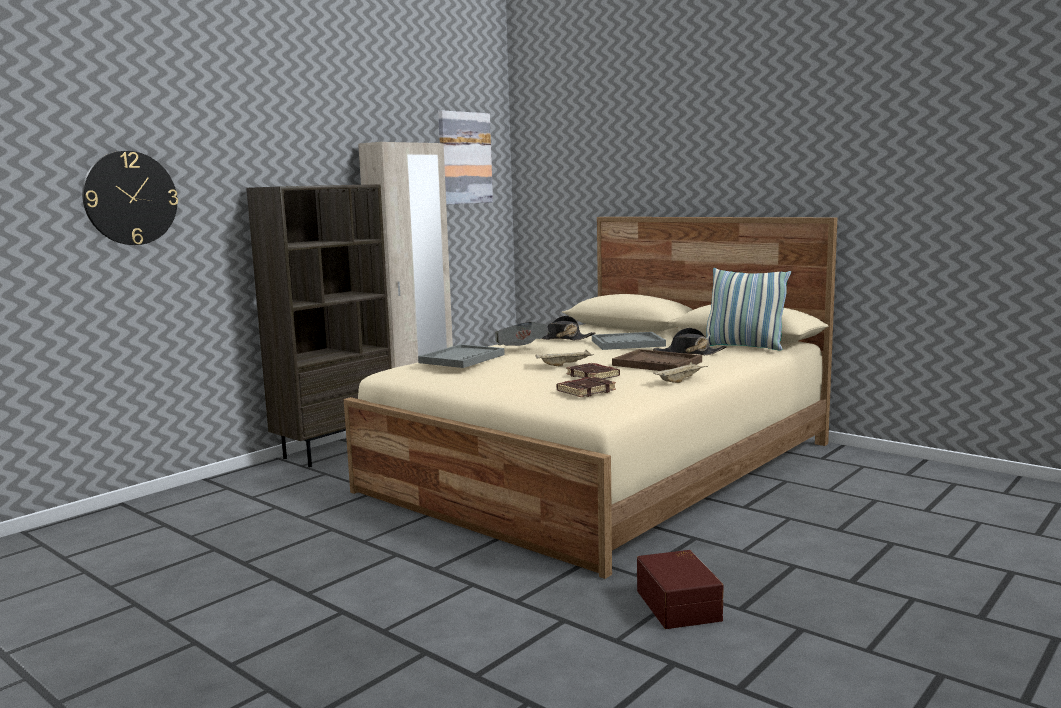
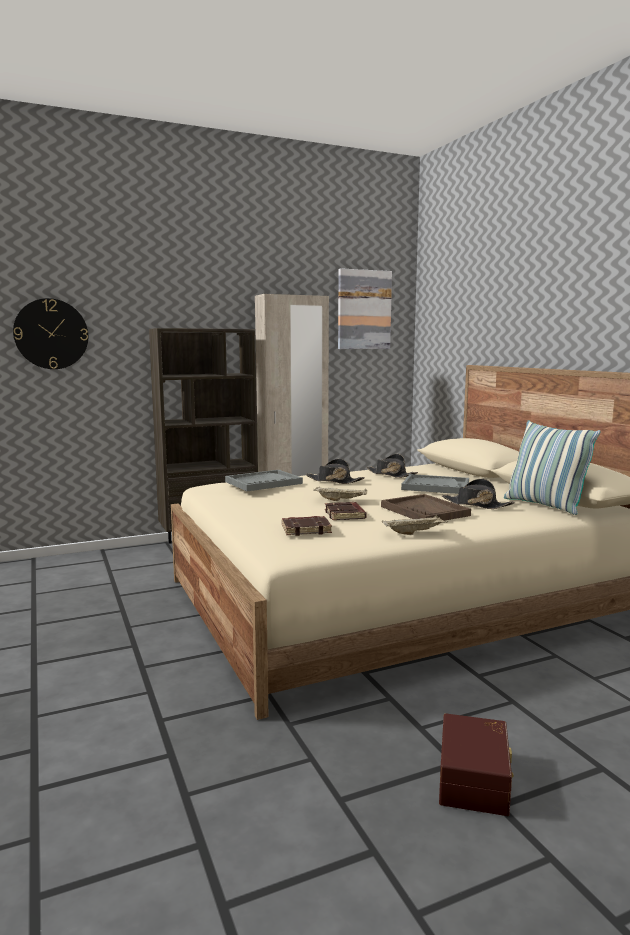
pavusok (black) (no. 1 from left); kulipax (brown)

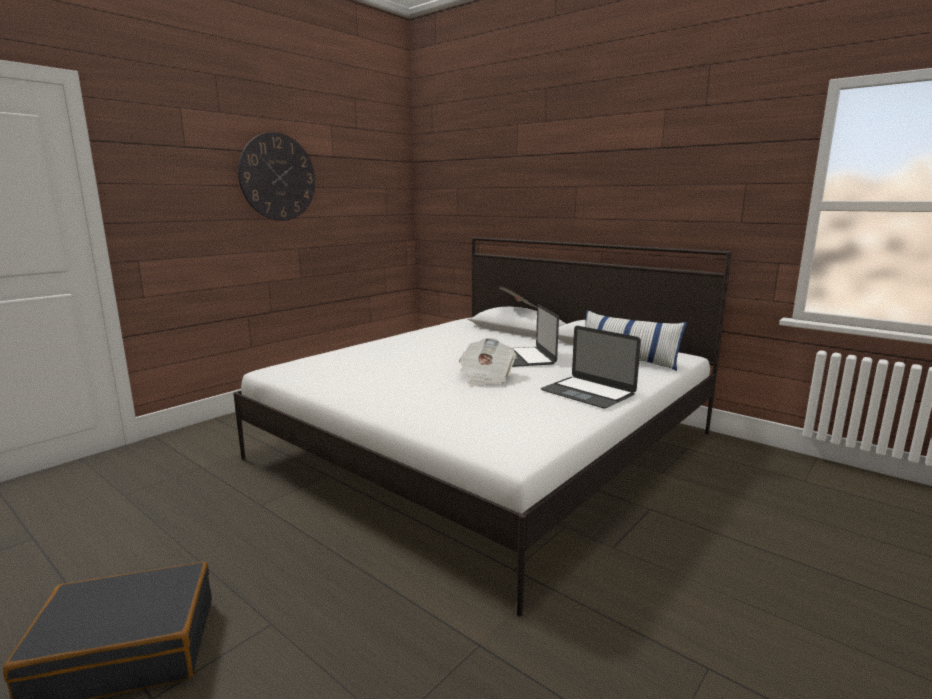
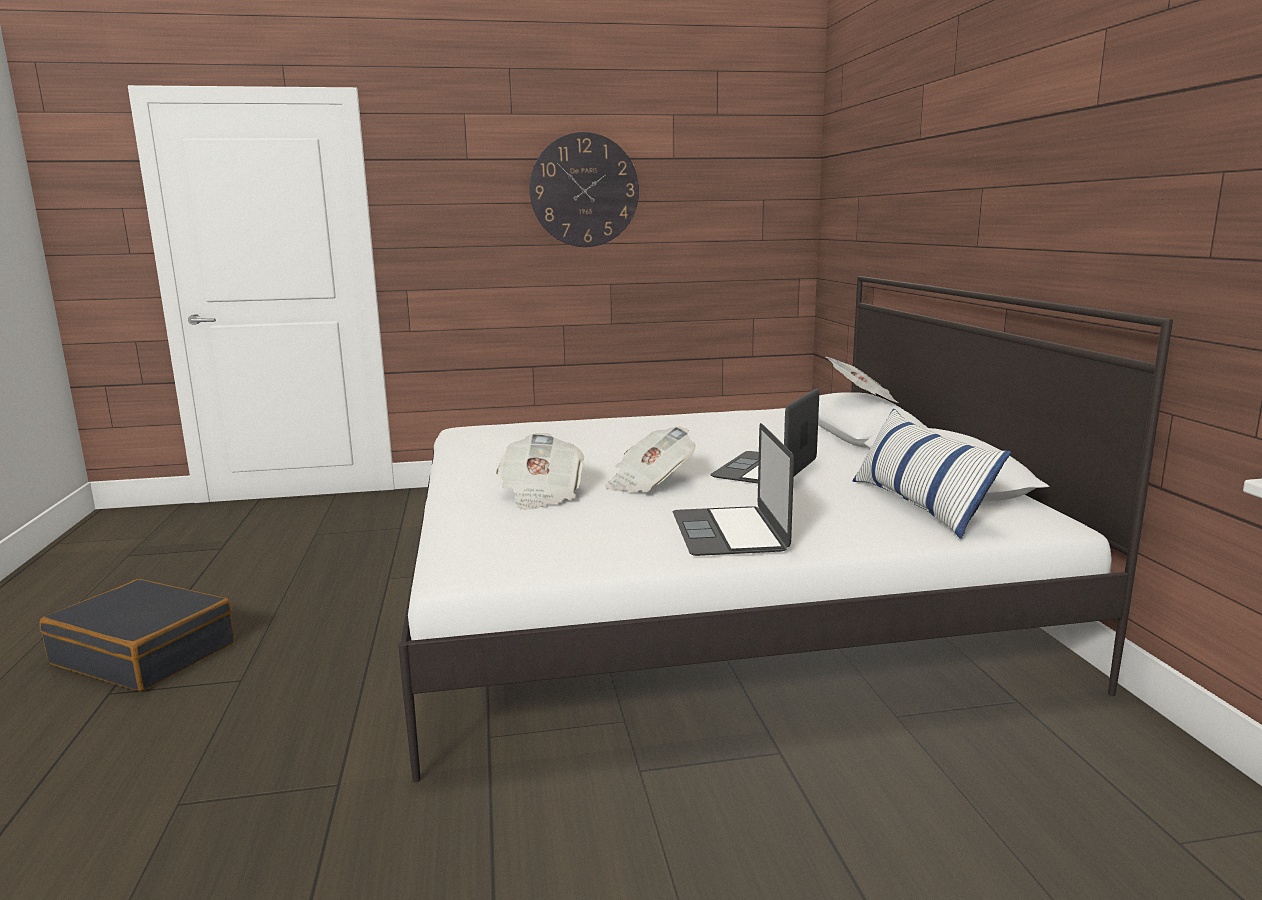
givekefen (no. 1 from left)

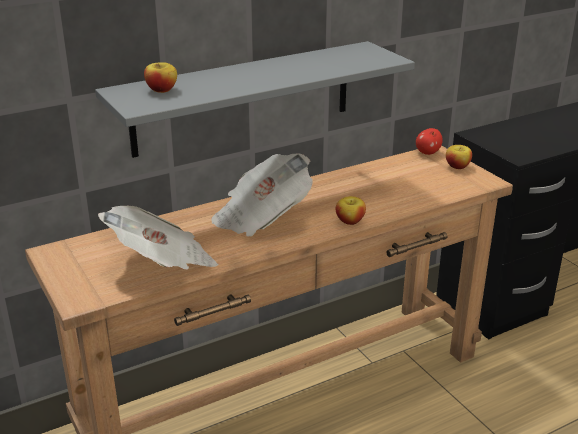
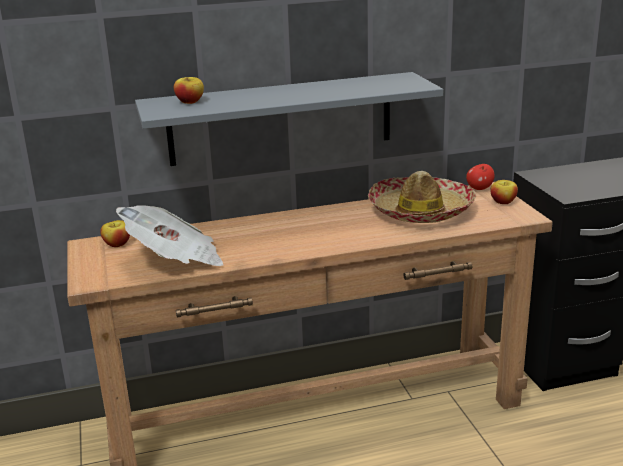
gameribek (no. 1 from left); pavusok; givekefen (no. 2 from left in the first image)

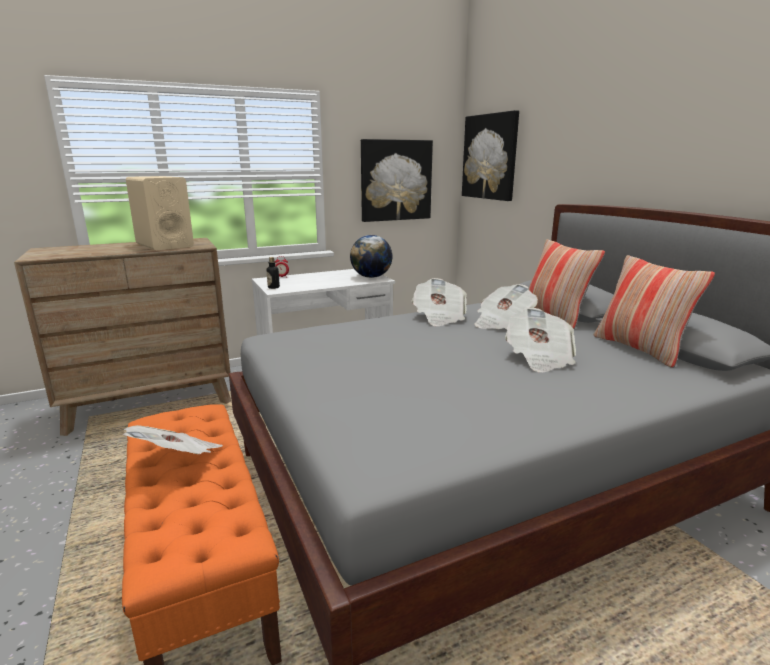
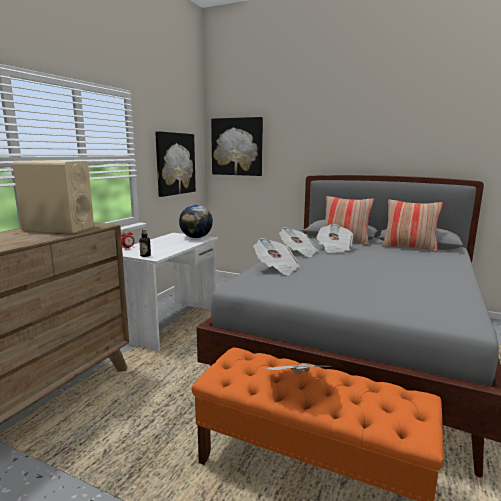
givekefen (no. 1 from left)

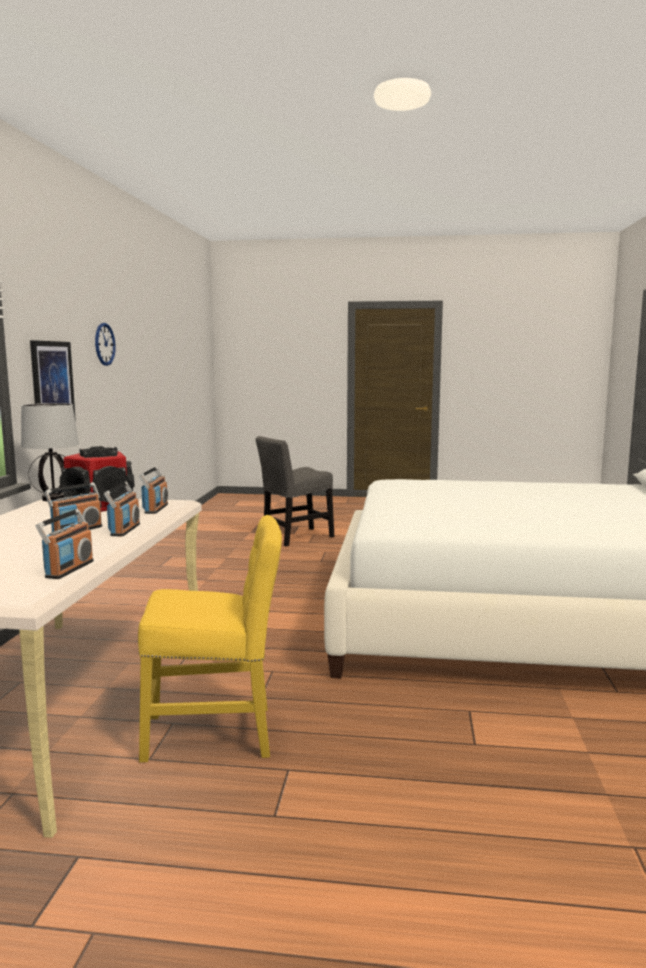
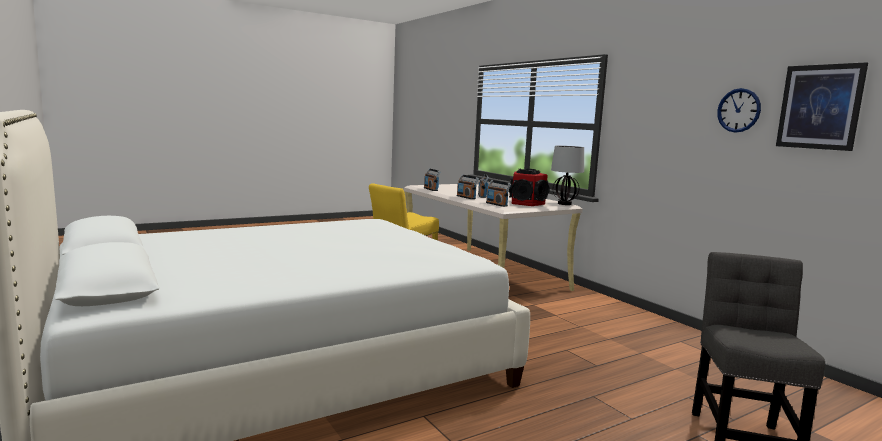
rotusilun

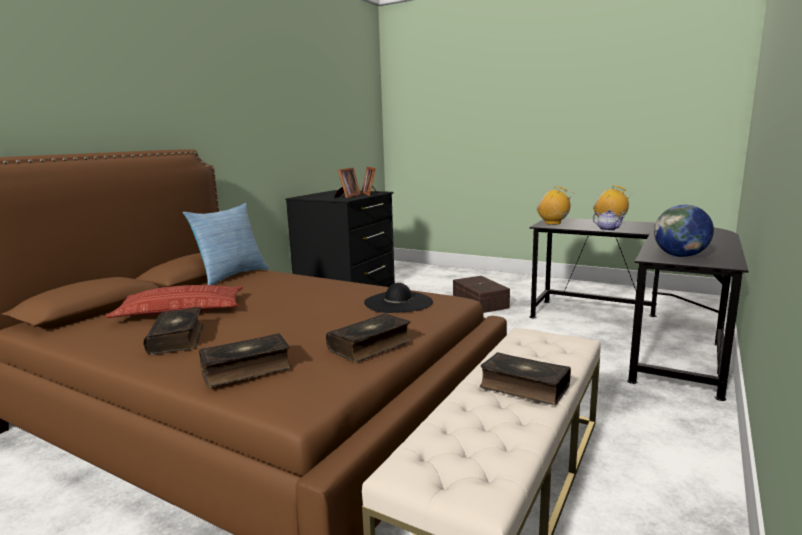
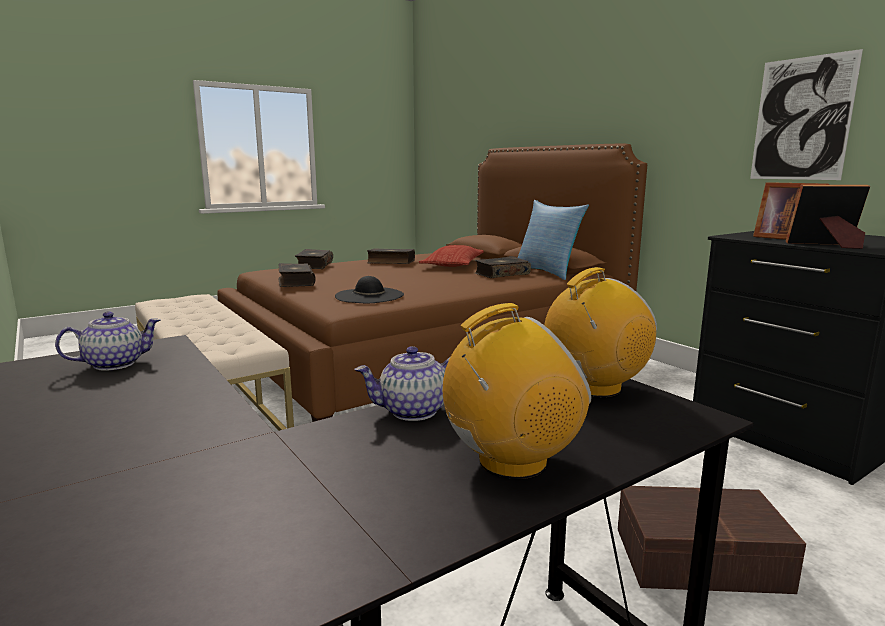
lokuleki (no. 1 from left); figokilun (no. 4 from left); rotusilun

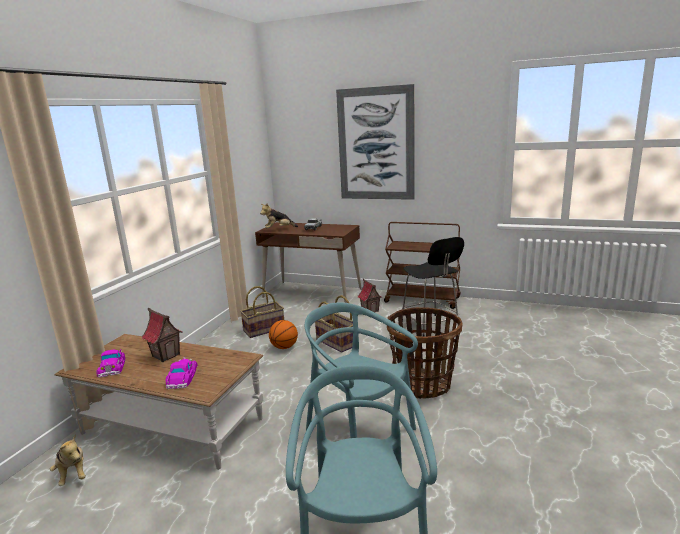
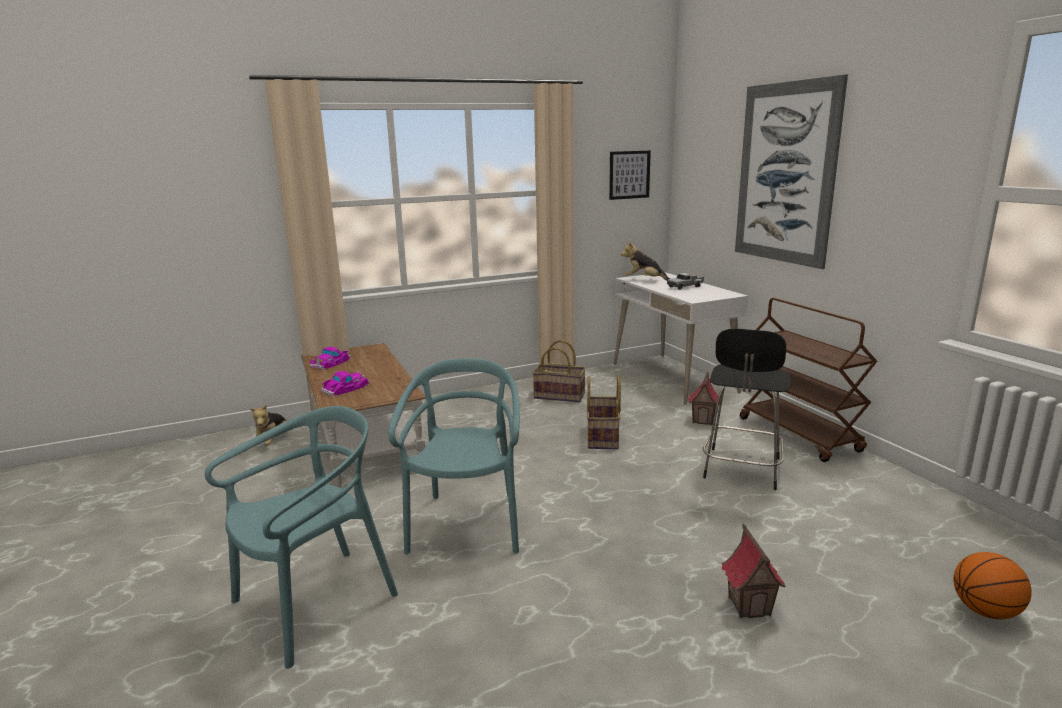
rotusilun (no. 1 from left); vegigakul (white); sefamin (no. 2 from left); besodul; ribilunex (no. 3 from left in the first image)

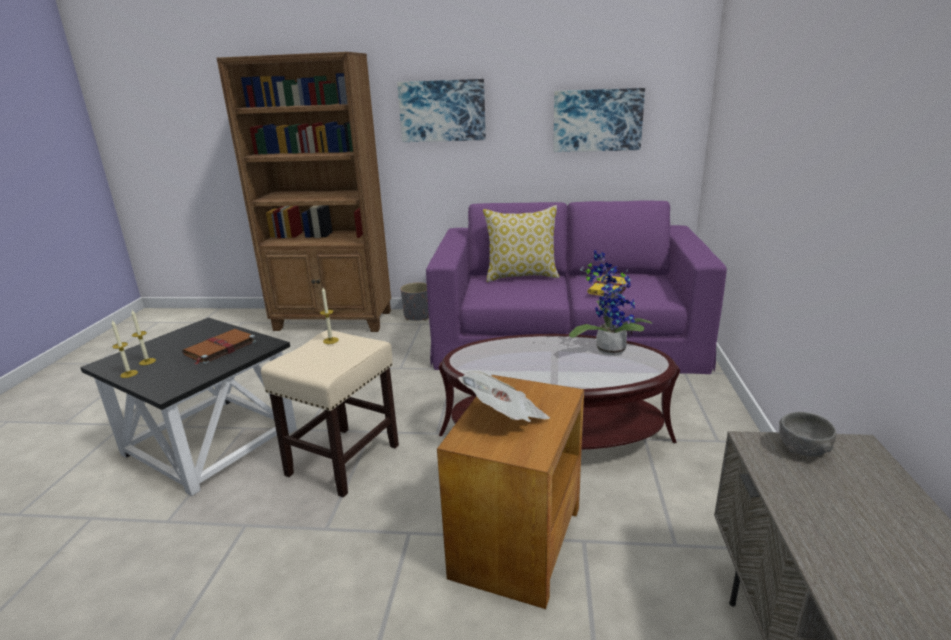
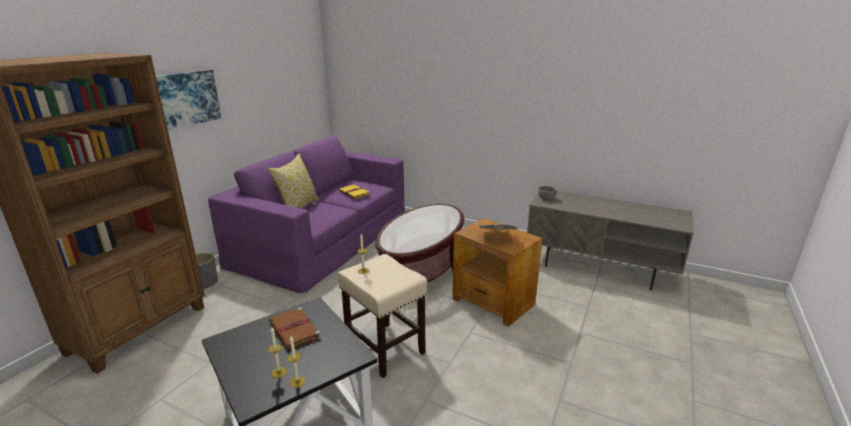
rotusilun (no. 2 from left in the first image); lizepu

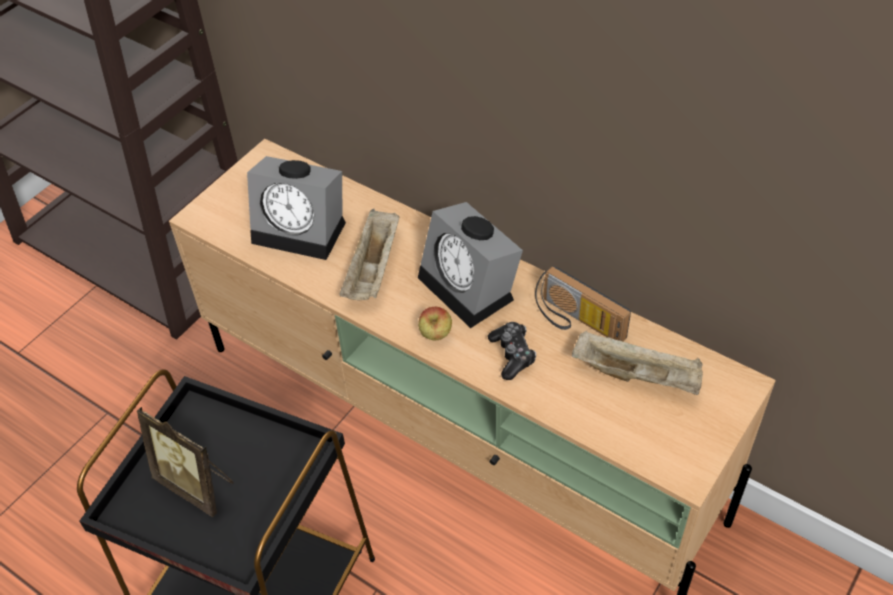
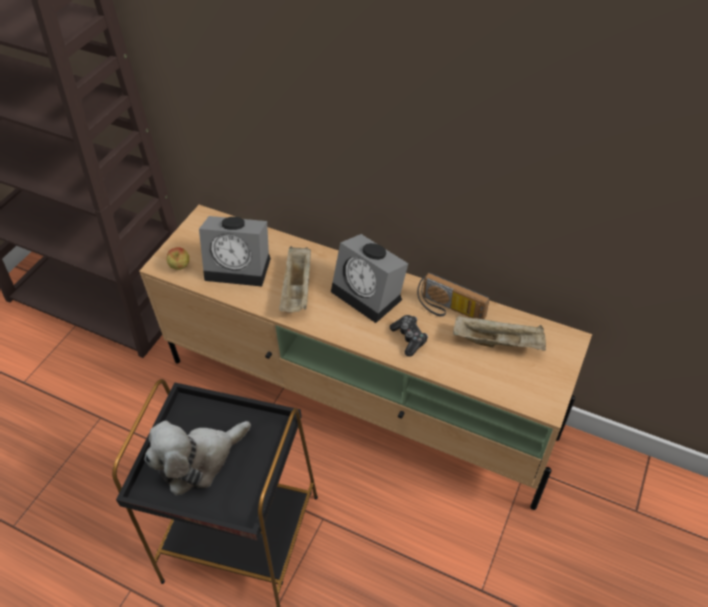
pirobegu; gameribek

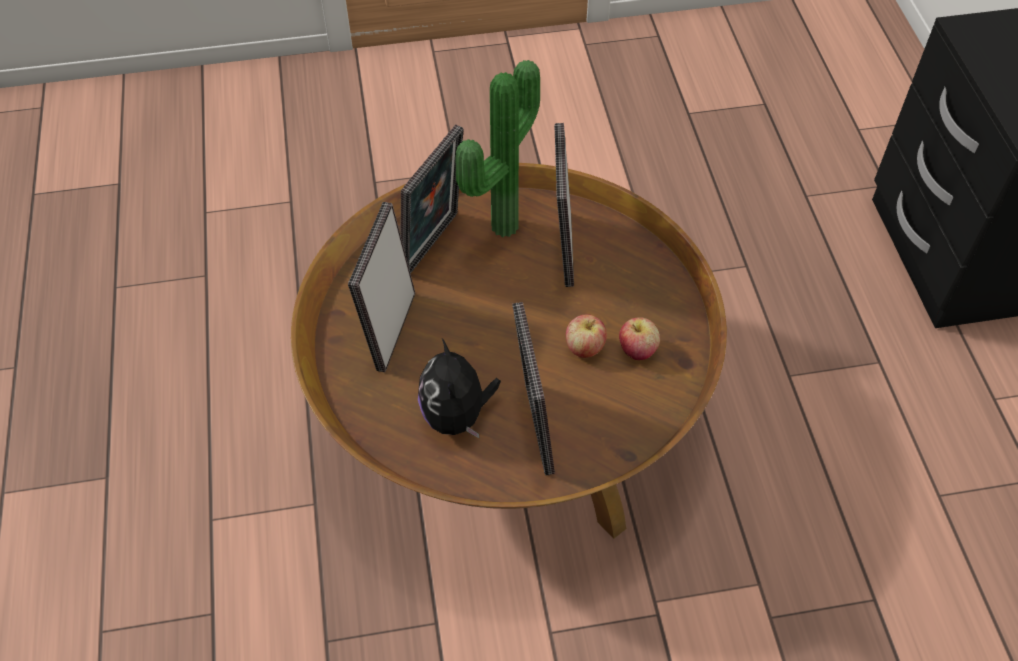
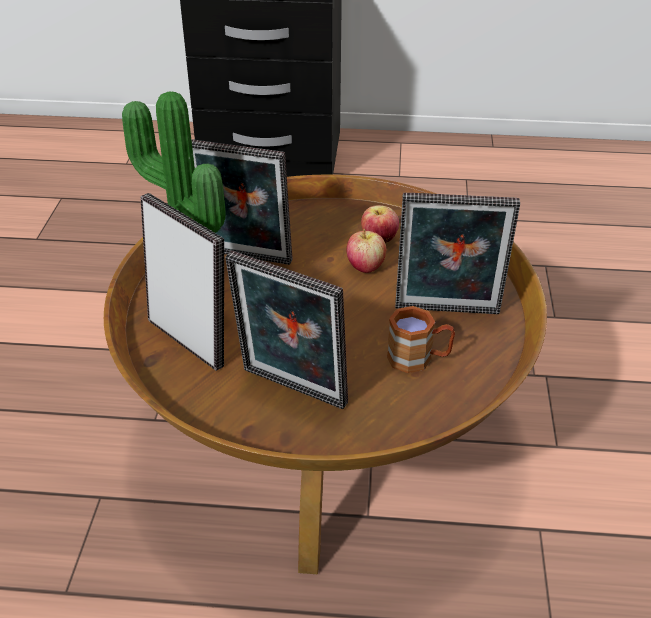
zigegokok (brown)

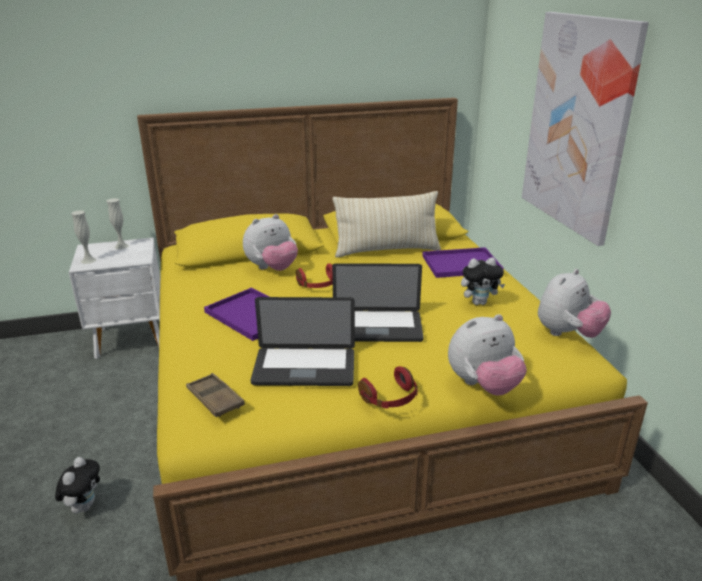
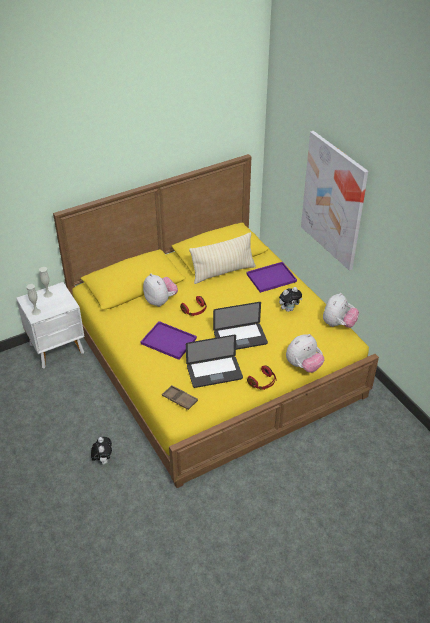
pirobegu (no. 2 from left)

